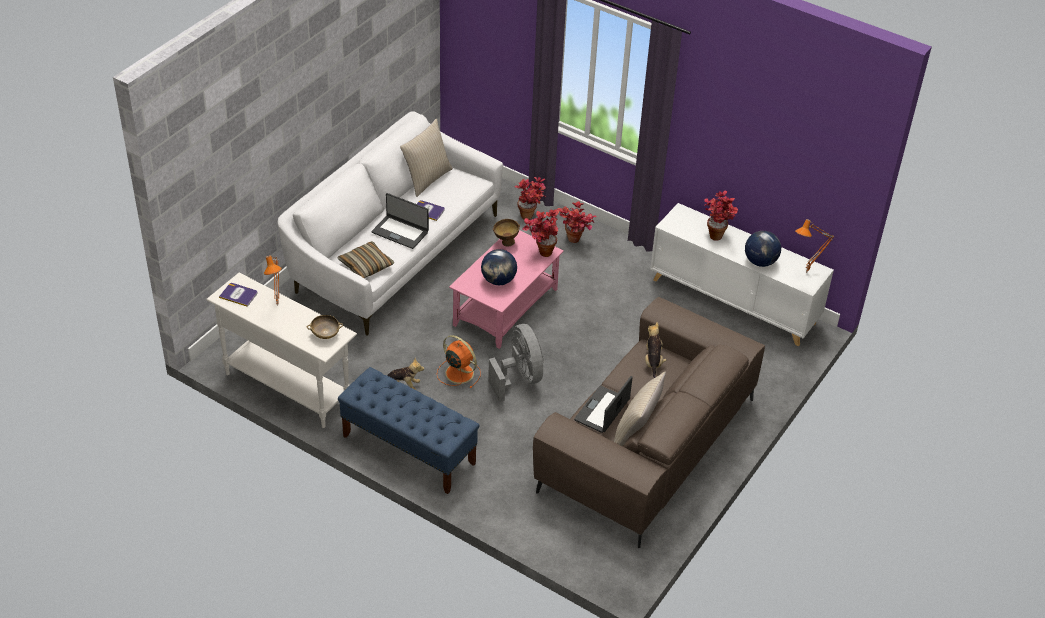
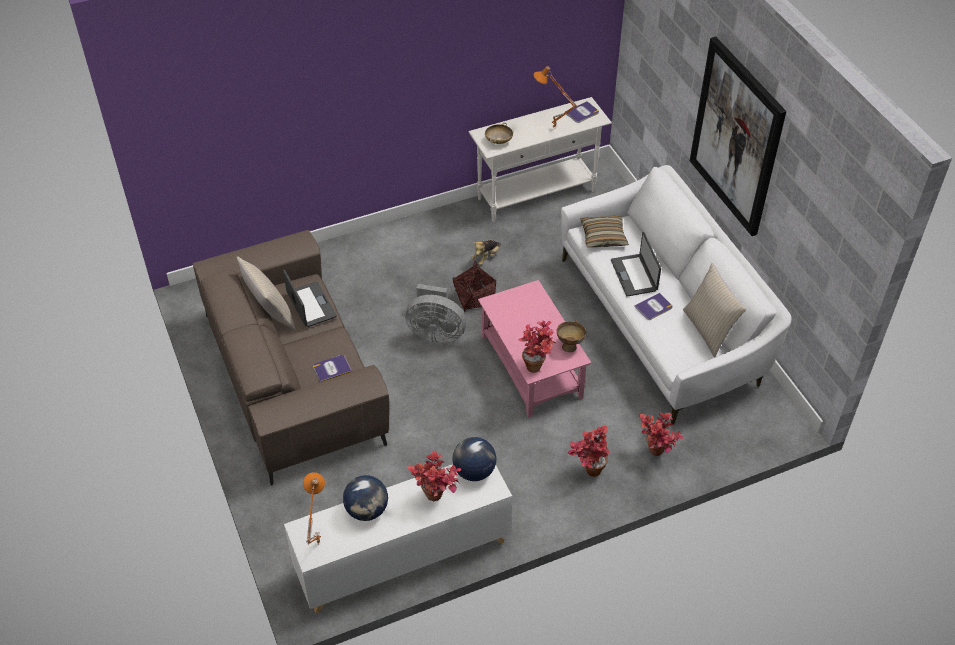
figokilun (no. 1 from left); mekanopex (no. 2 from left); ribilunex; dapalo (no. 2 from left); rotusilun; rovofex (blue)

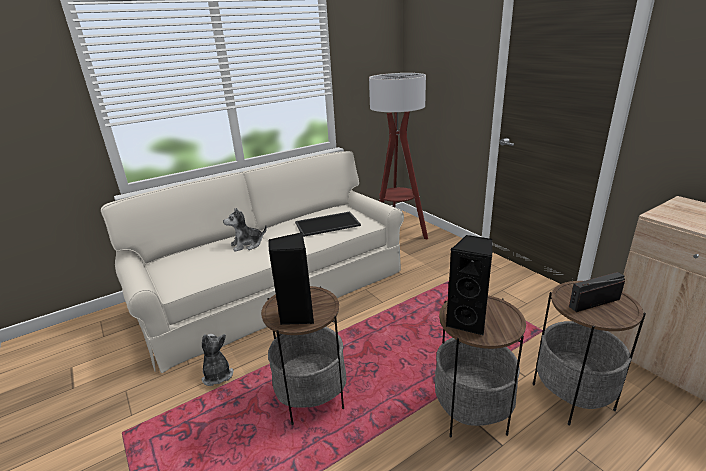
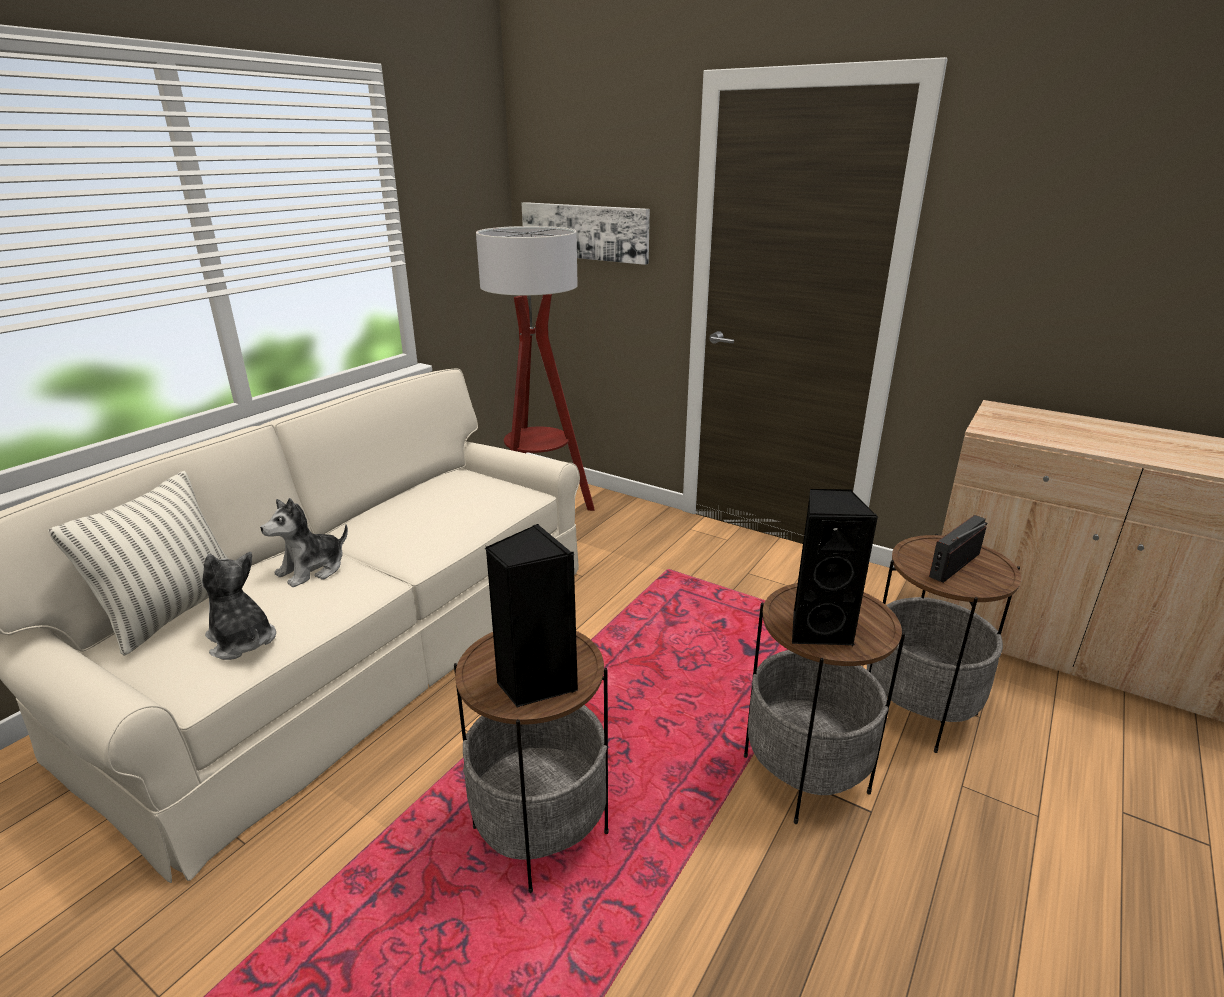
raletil; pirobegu (no. 1 from left); rotusilun; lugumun

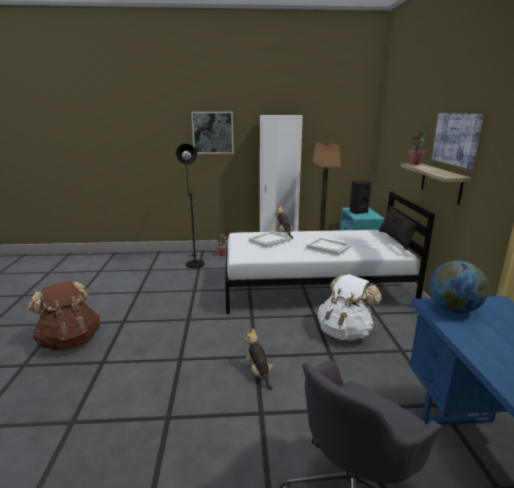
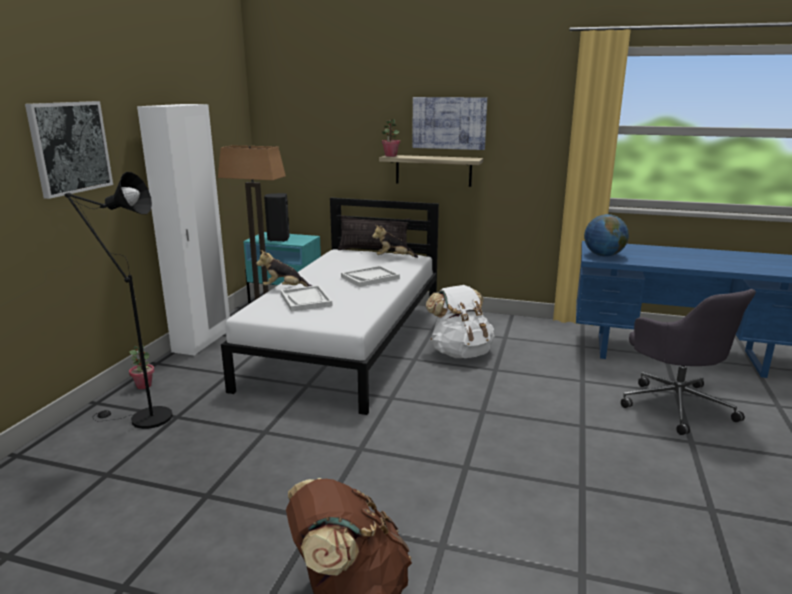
pirobegu (no. 2 from left)

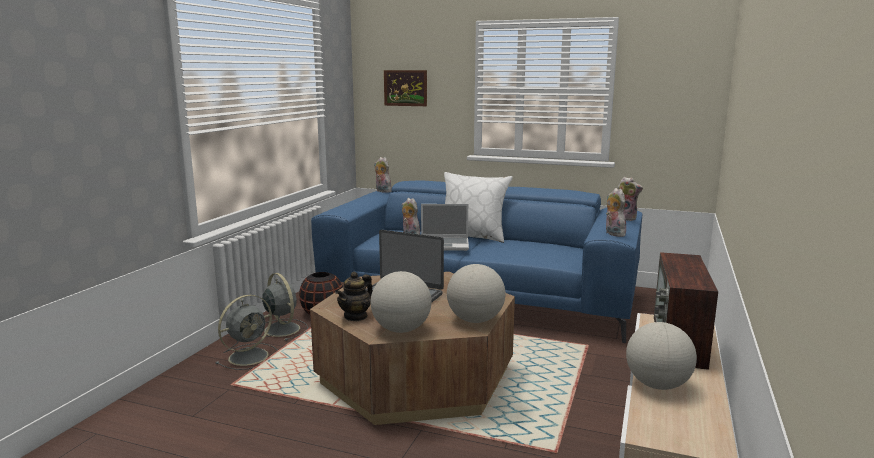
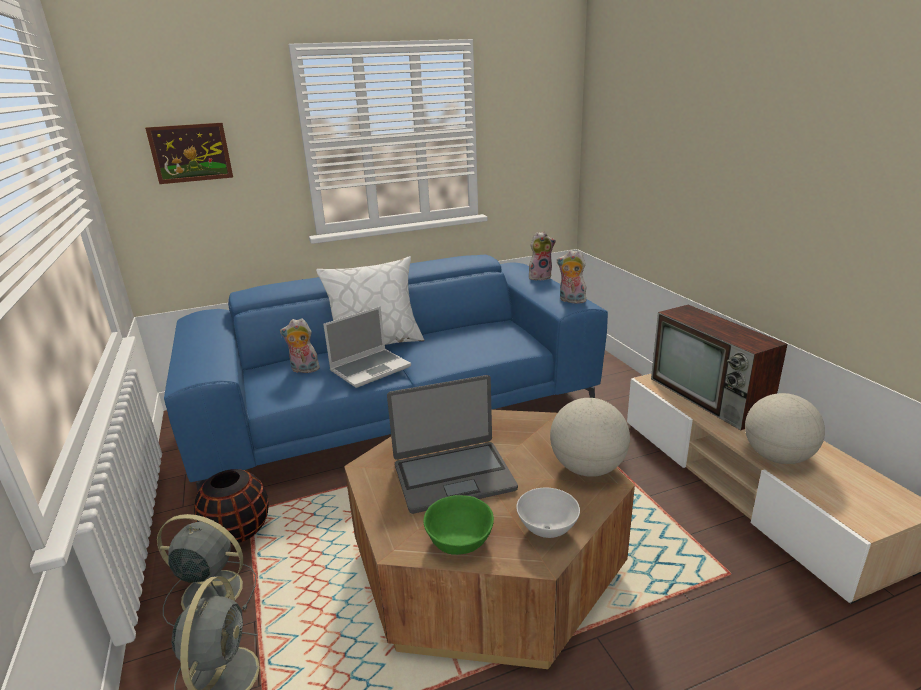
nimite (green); nimite (white); pirobegu (no. 1 from left in the first image)

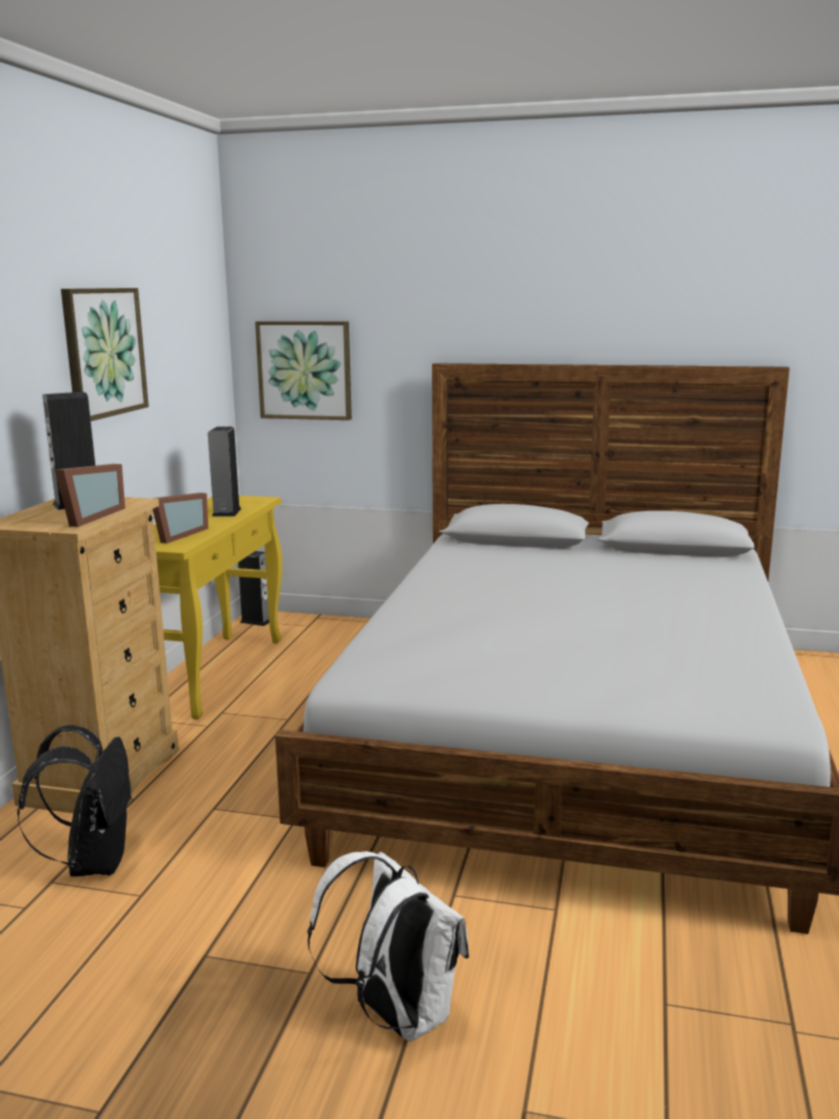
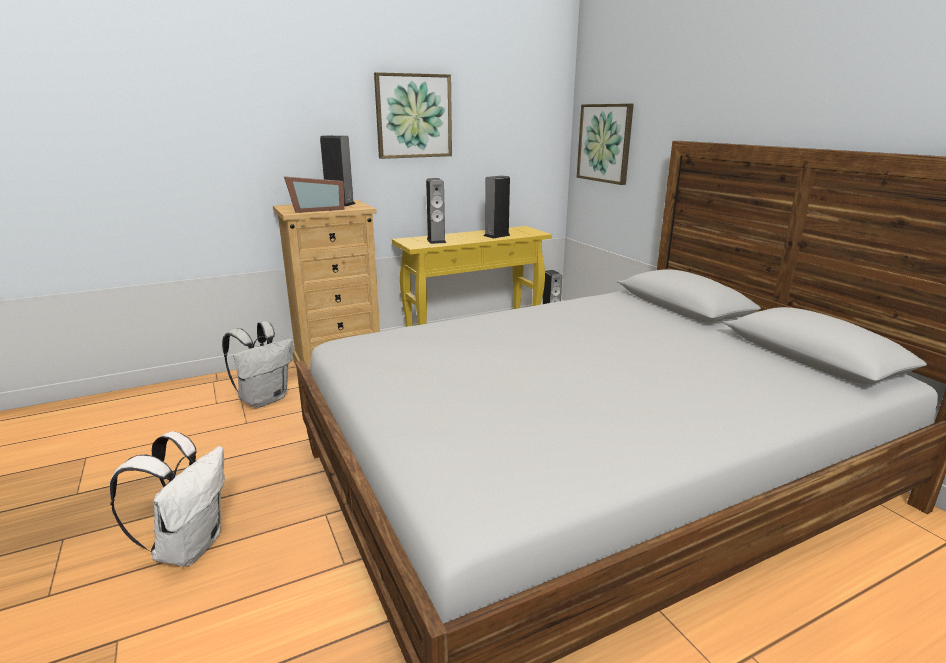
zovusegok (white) (no. 2 from left); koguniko (no. 2 from left)

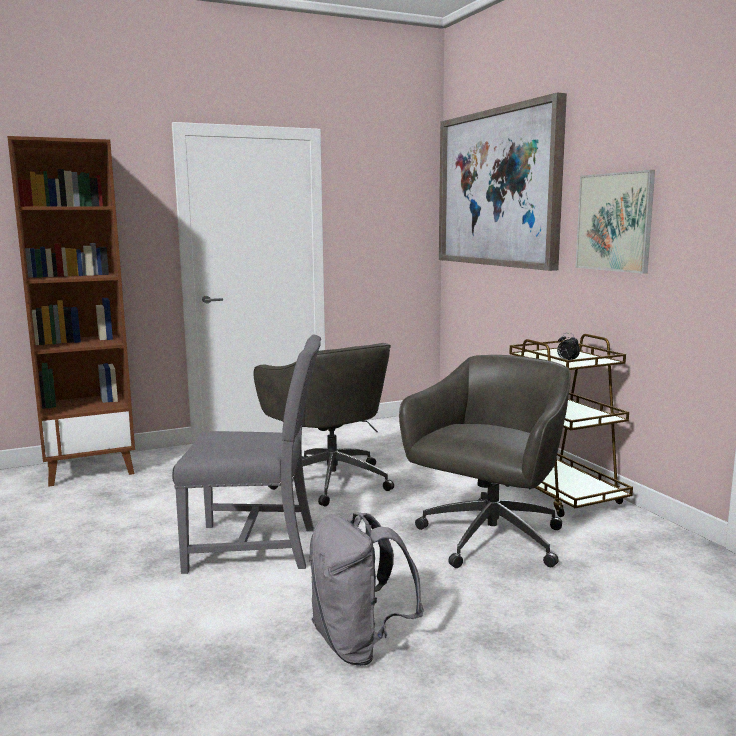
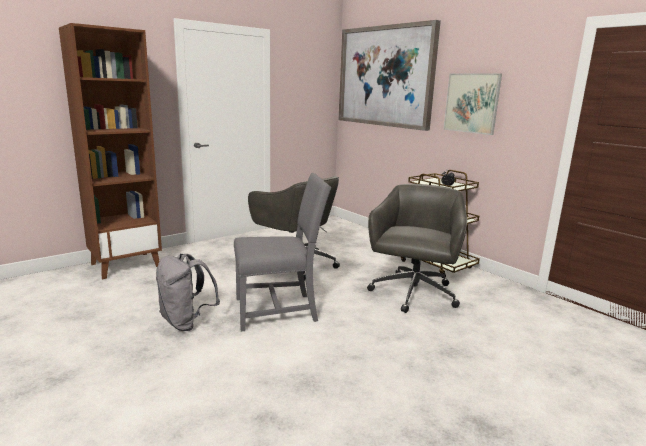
zovusegok (grey)

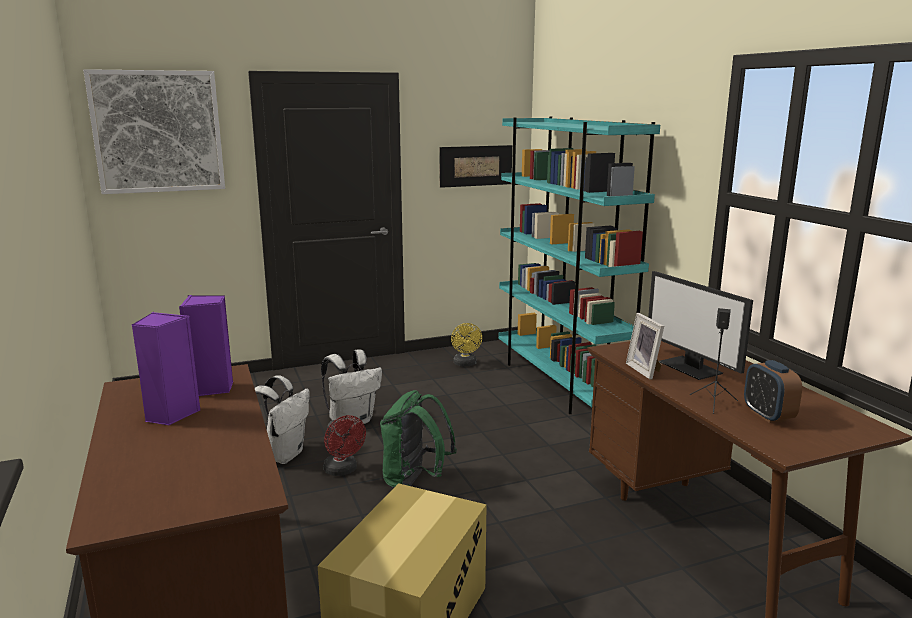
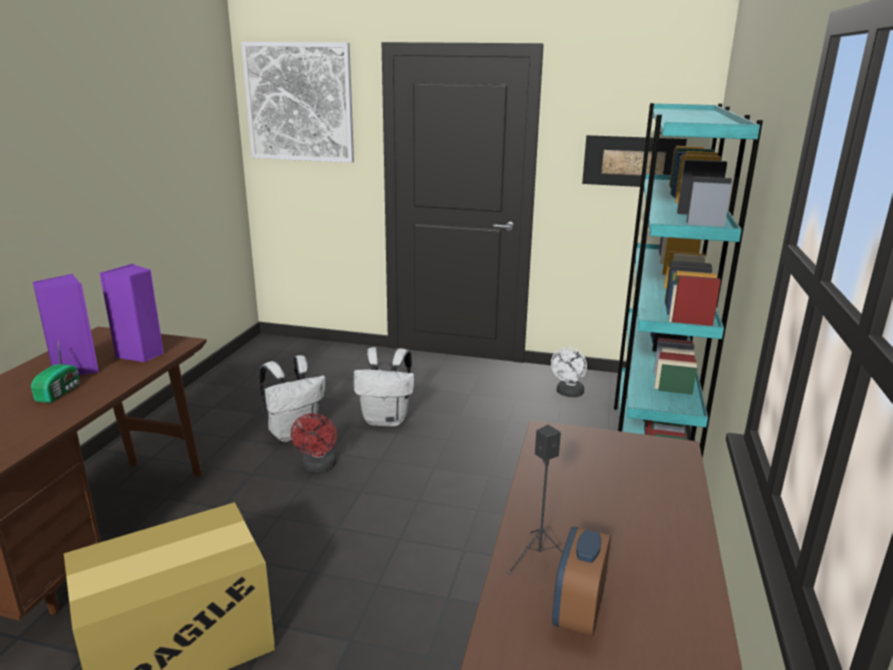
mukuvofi; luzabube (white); zovusegok (green); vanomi; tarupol

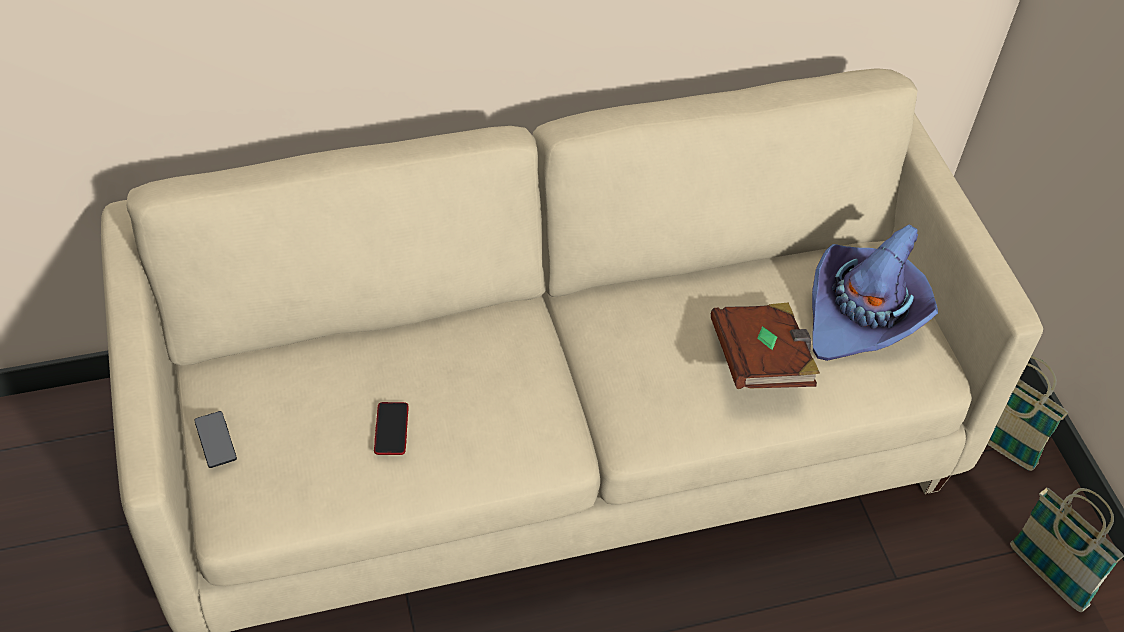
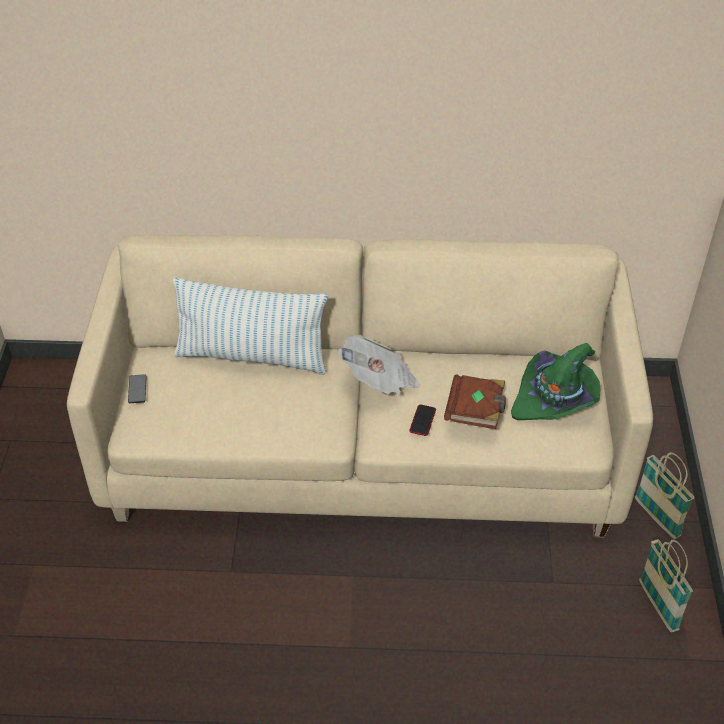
raletil; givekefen; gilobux (no. 2 from left); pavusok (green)

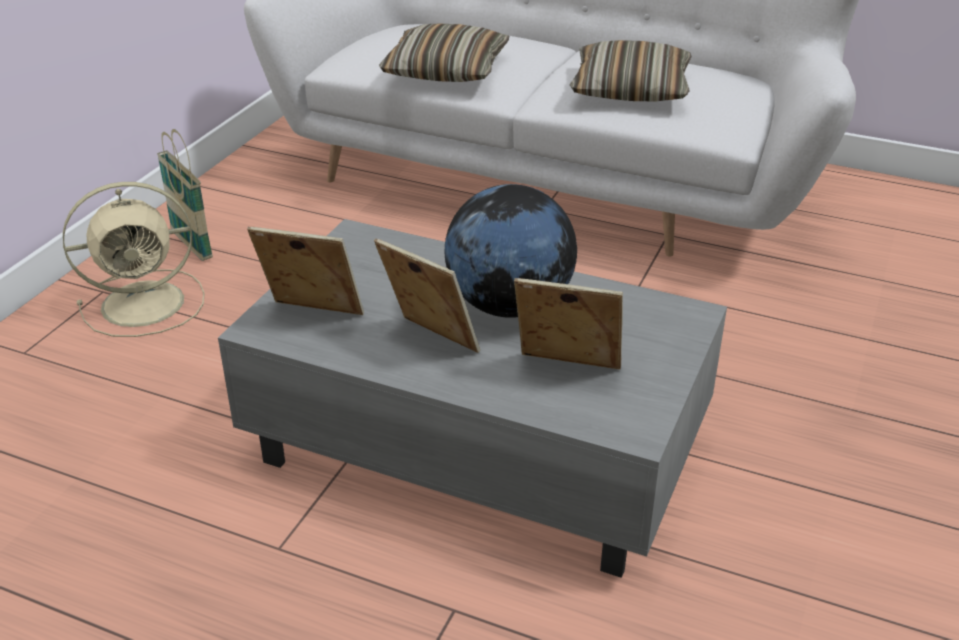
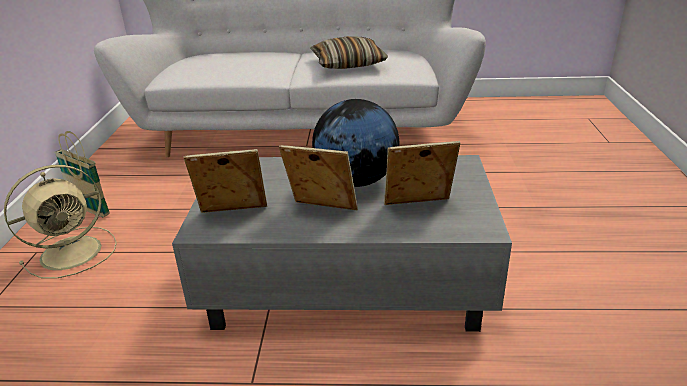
raletil (no. 1 from left in the first image)

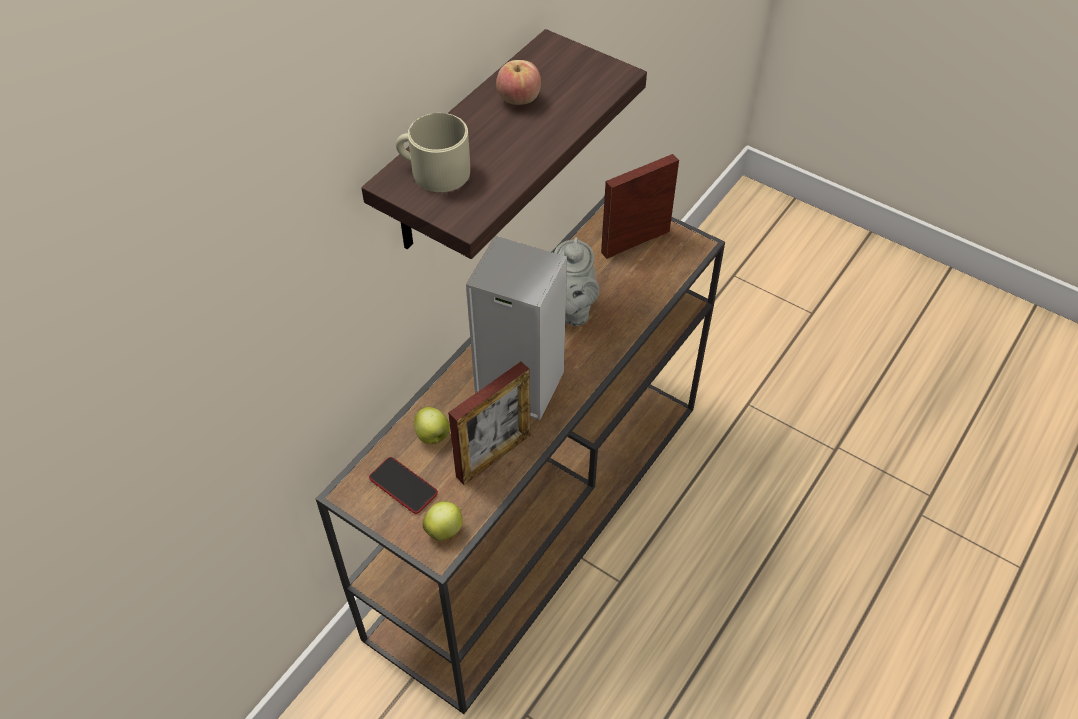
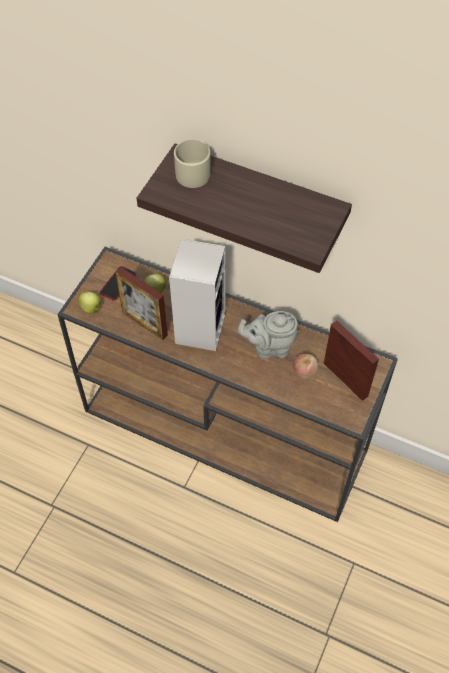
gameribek (no. 3 from left)

